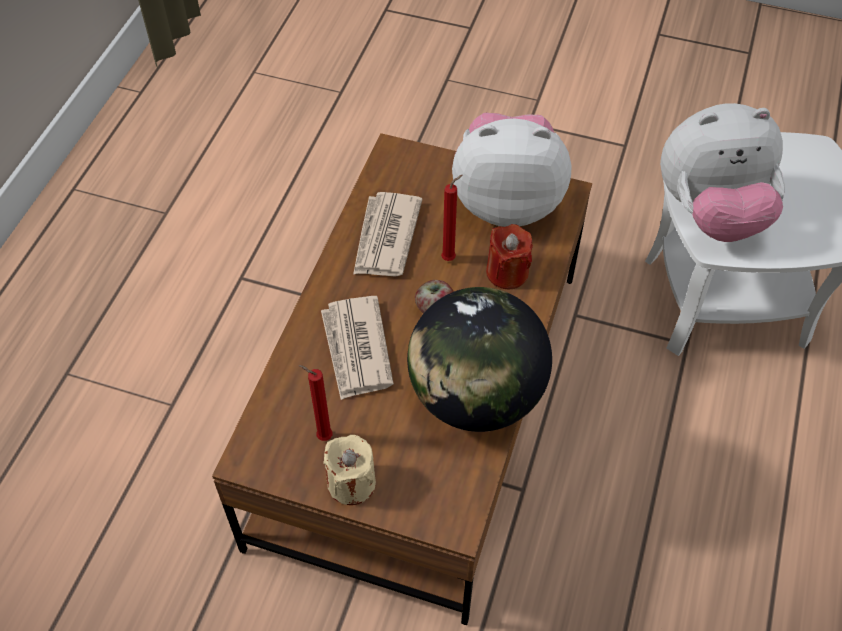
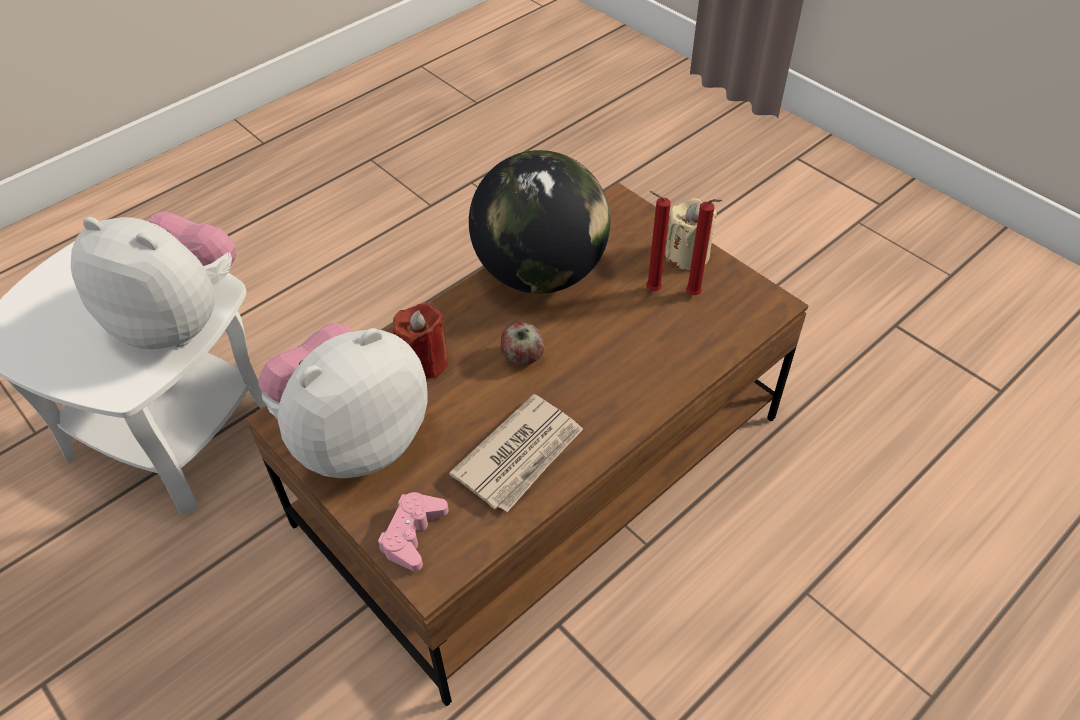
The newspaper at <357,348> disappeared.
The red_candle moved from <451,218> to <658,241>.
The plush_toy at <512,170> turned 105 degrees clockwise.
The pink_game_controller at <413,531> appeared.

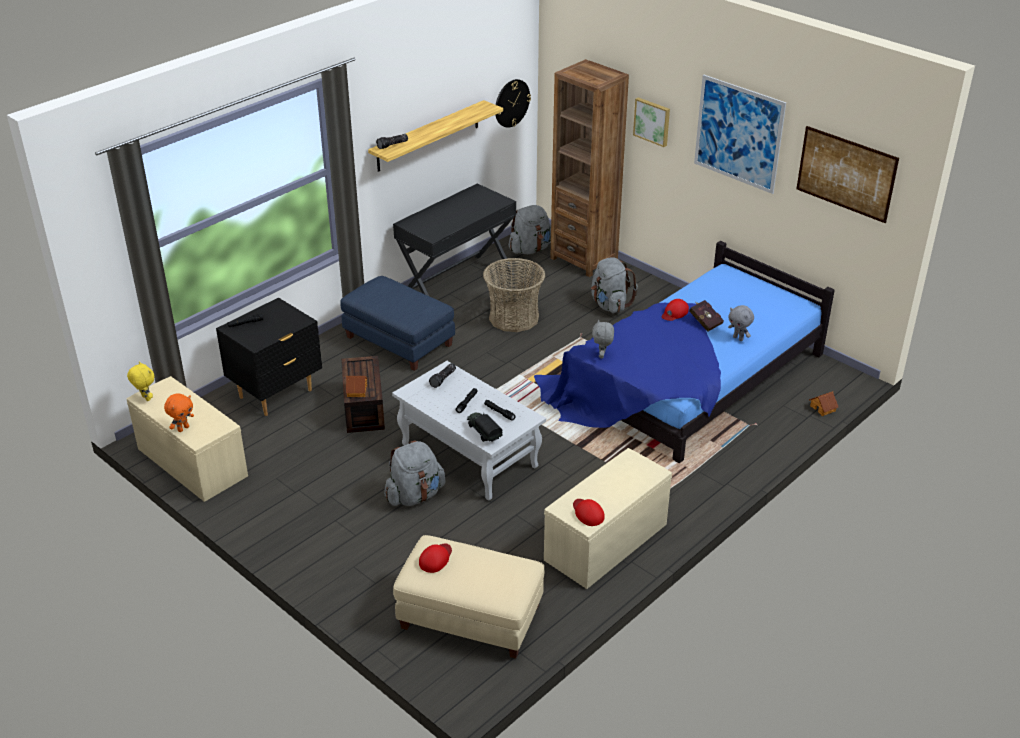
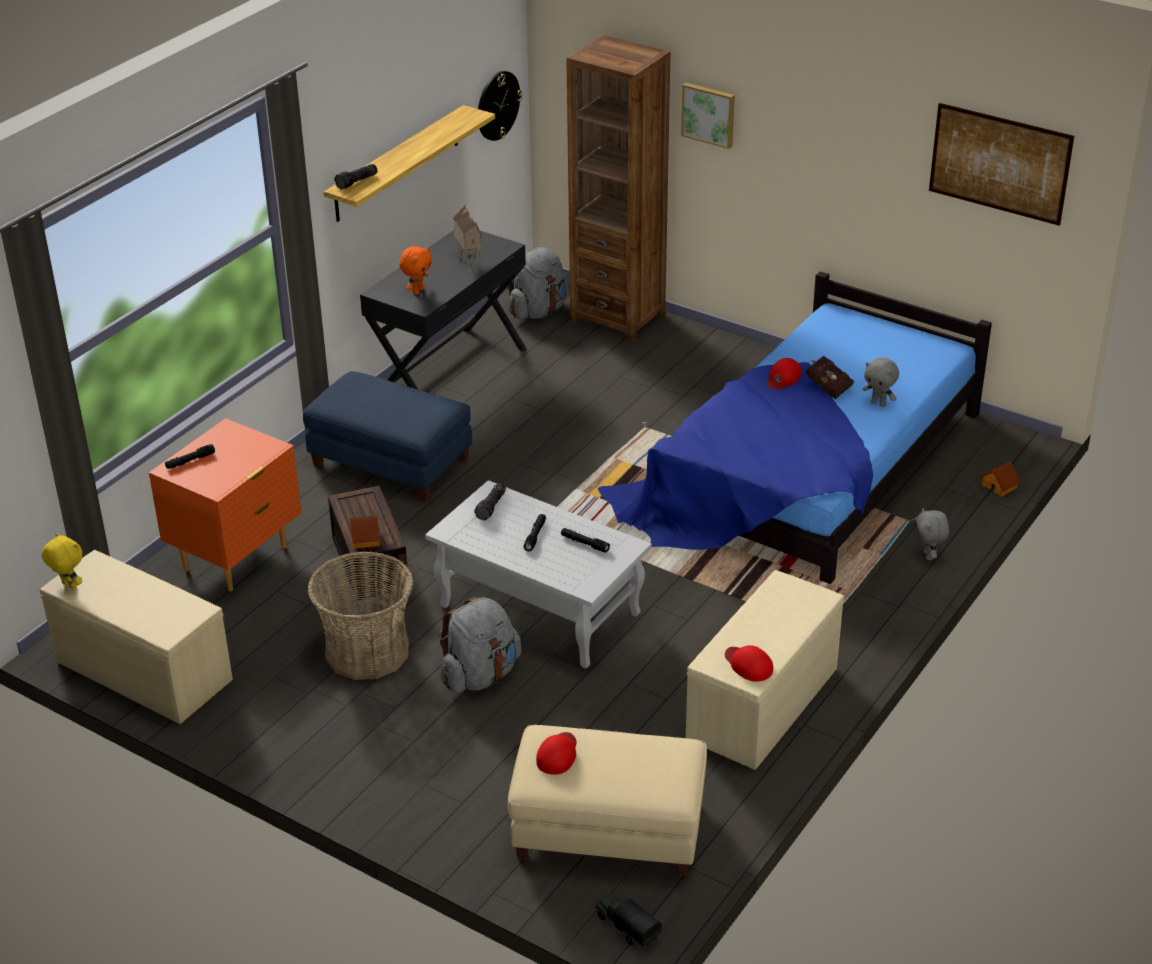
The orange_plush_toy moved from <179,412> to <415,270>.
The black_nightstand at <269,357> became the orange_nightstand at <225,504>.
The toy_truck moved from <484,427> to <628,919>.
The basket moved from <514,295> to <360,615>.
The grey_backpack at <614,285> disappeared.
The grey_plush_toy moved from <603,339> to <932,534>.
The picture at <740,134> disappeared.
The toy_house at <468,238> appeared.

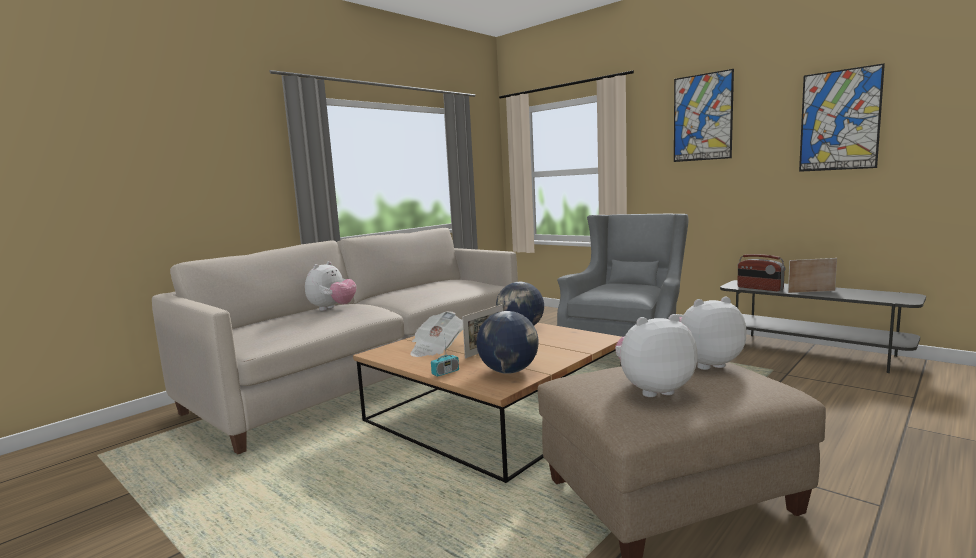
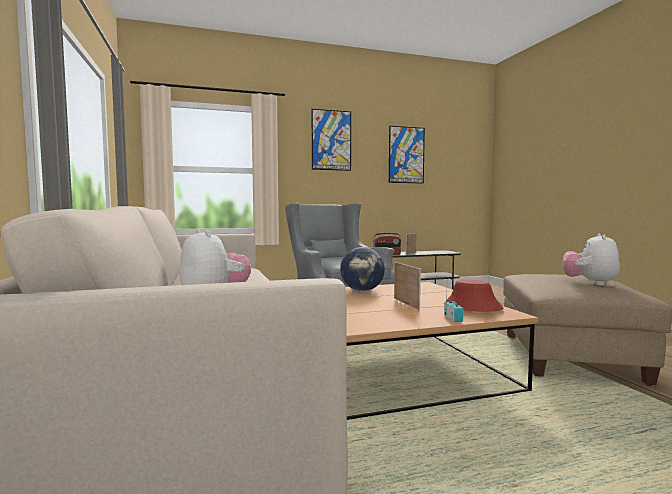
The newspaper at <436,334> disappeared.
The globe at <507,342> was replaced by the red_hat at <474,296>.
The plush_toy at <712,333> disappeared.

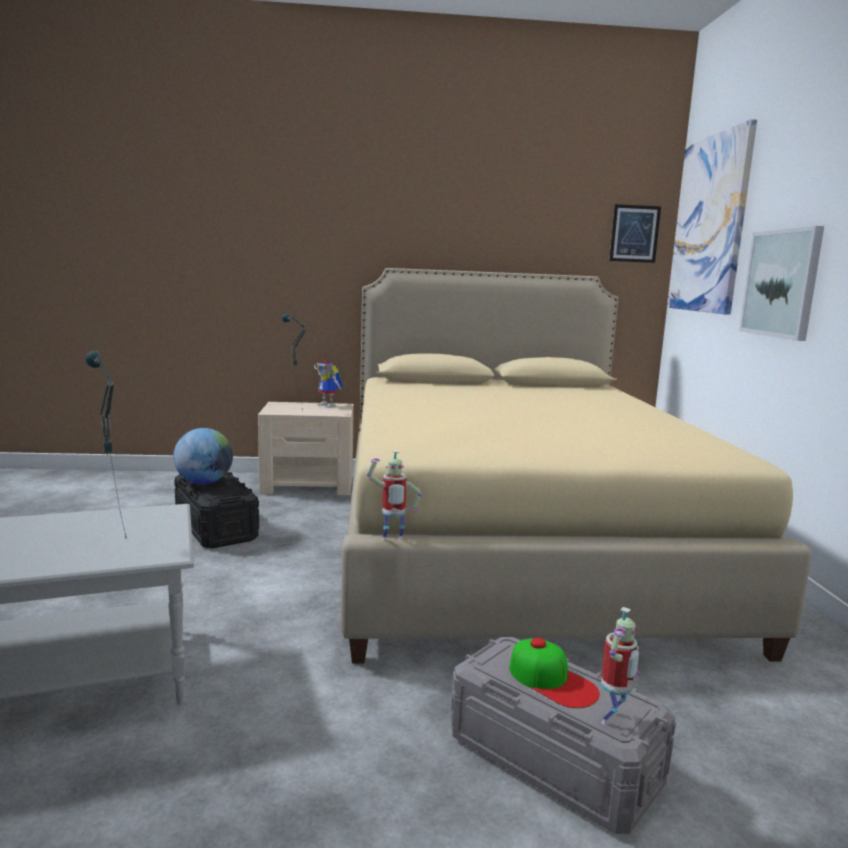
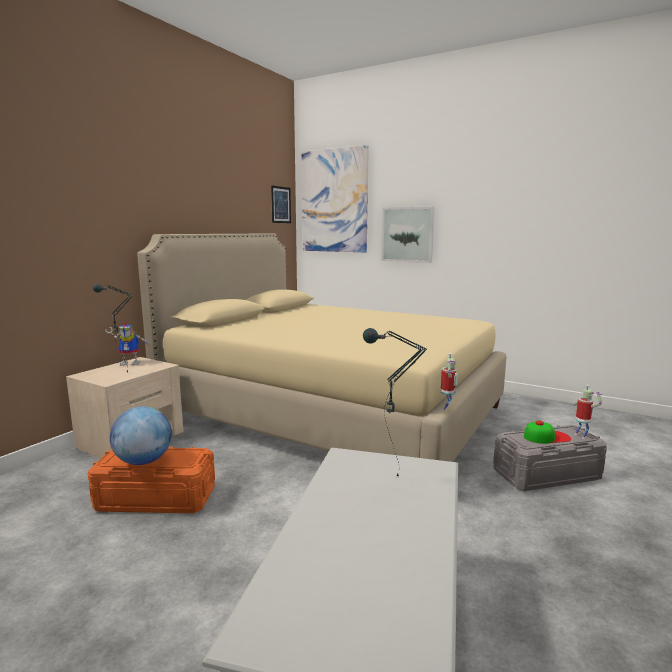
The black_storage_box at <216,510> became the orange_storage_box at <151,479>.

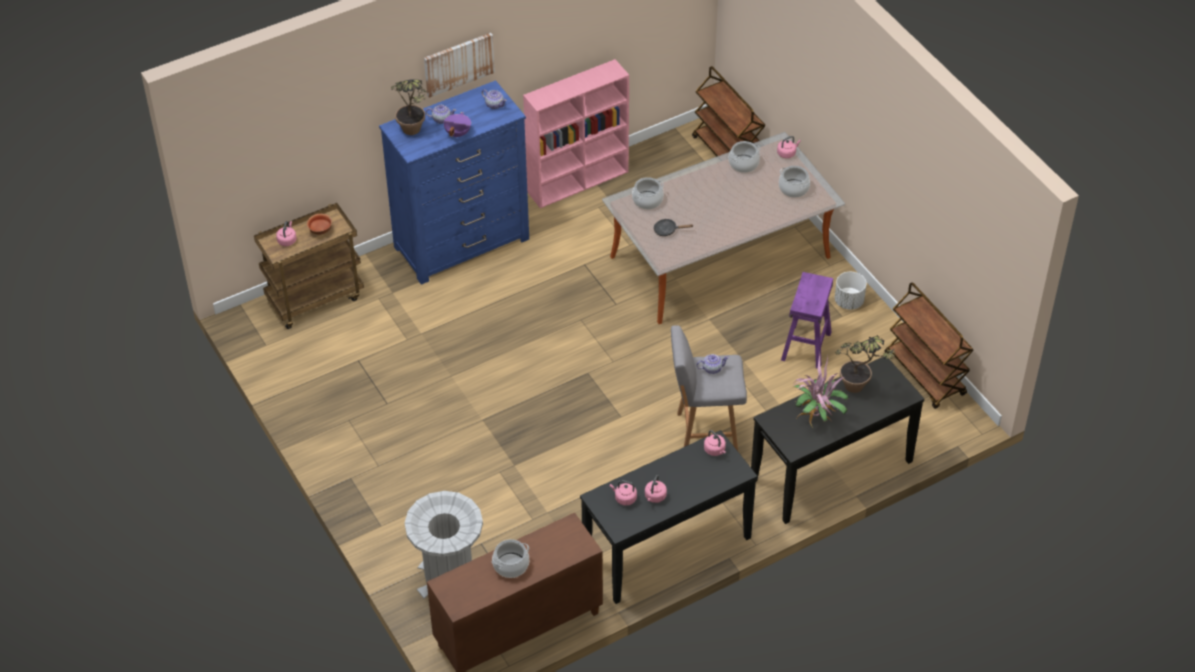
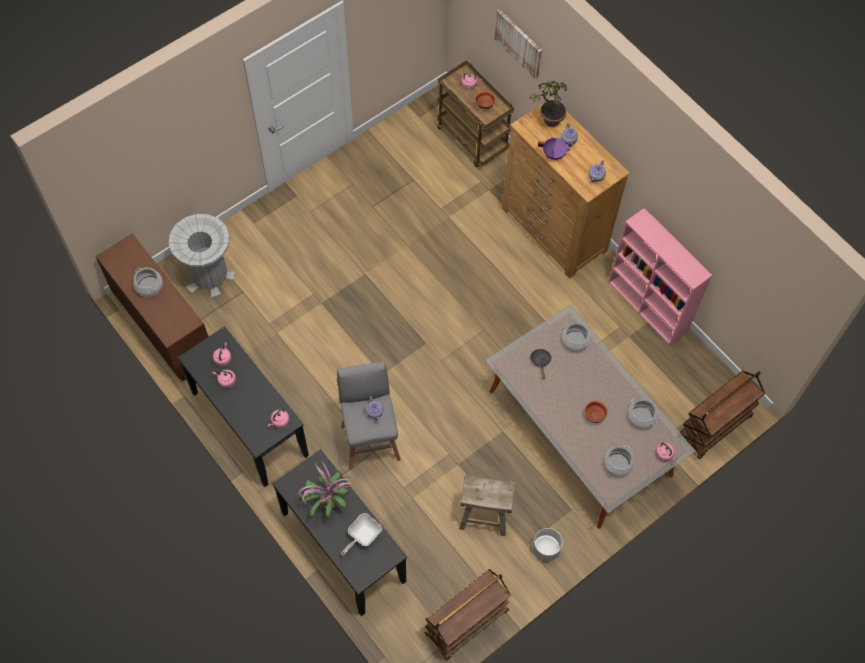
The blue_dresser at <454,182> became the brown_dresser at <566,188>.
The picture moved from <459,65> to <518,44>.
The purple_stool at <807,320> became the beige_stool at <487,505>.
The potted_plant at <865,364> was replaced by the frying_pan at <361,534>.
The bowl at <596,412> appeared.

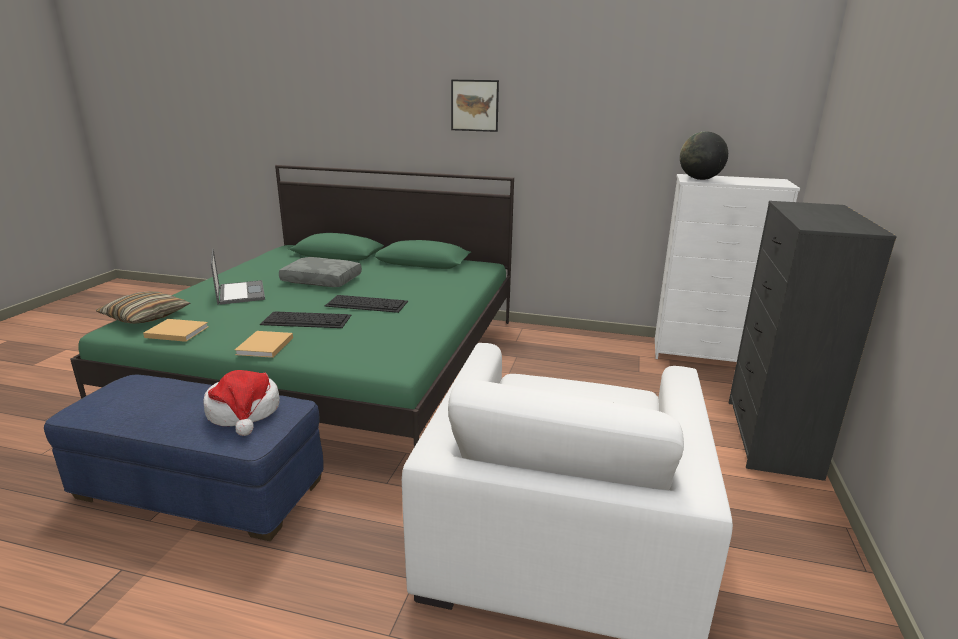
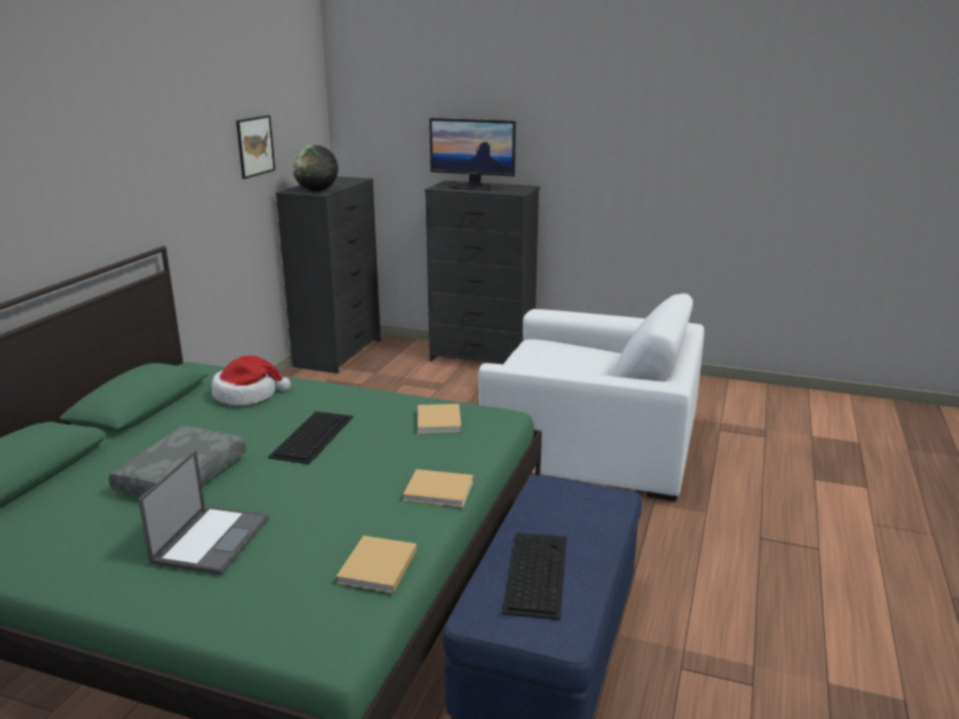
The pillow at <143,307> disappeared.
The hat moved from <241,403> to <251,380>.
The laptop at <238,277> turned 120 degrees clockwise.
The keyboard moved from <306,320> to <534,576>.
The picture moved from <475,106> to <255,147>.
The white_dresser at <727,268> became the black_dresser at <328,275>.
The beige_book at <439,418> appeared.
The monitor at <472,154> appeared.

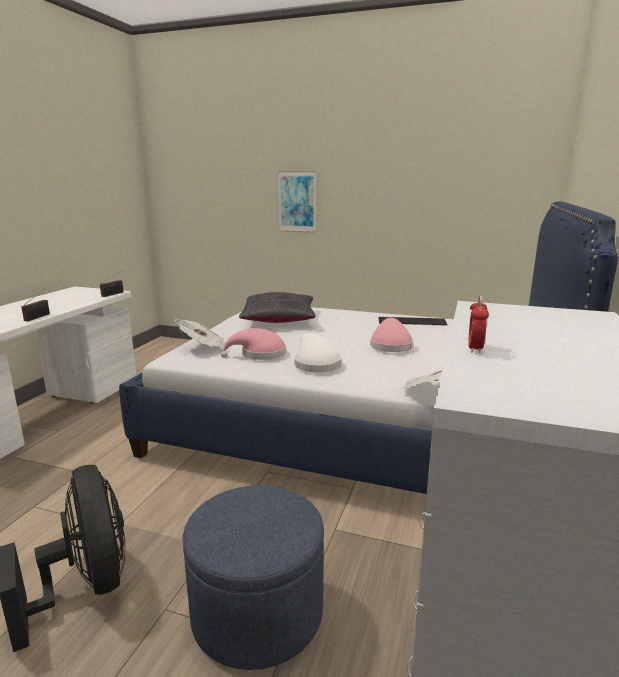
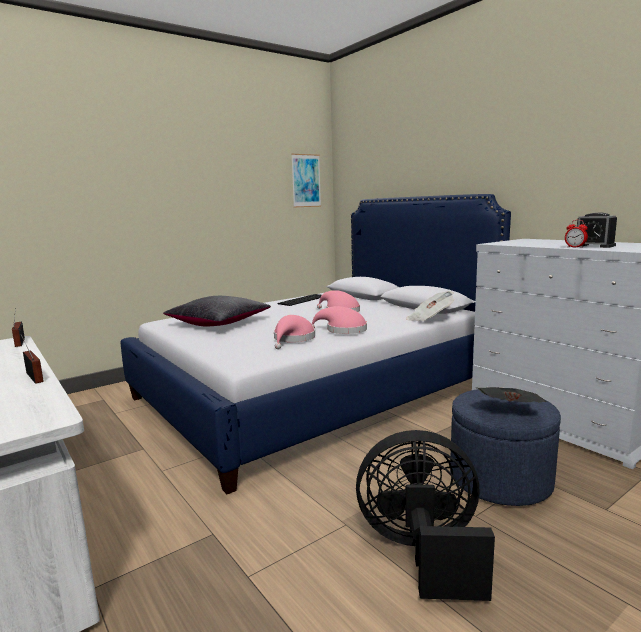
The newspaper moved from <202,334> to <511,395>.
The picture moved from <297,202> to <306,180>.
The white_hat at <318,353> became the pink_hat at <339,320>.
The alarm_clock at <597,230> appeared.

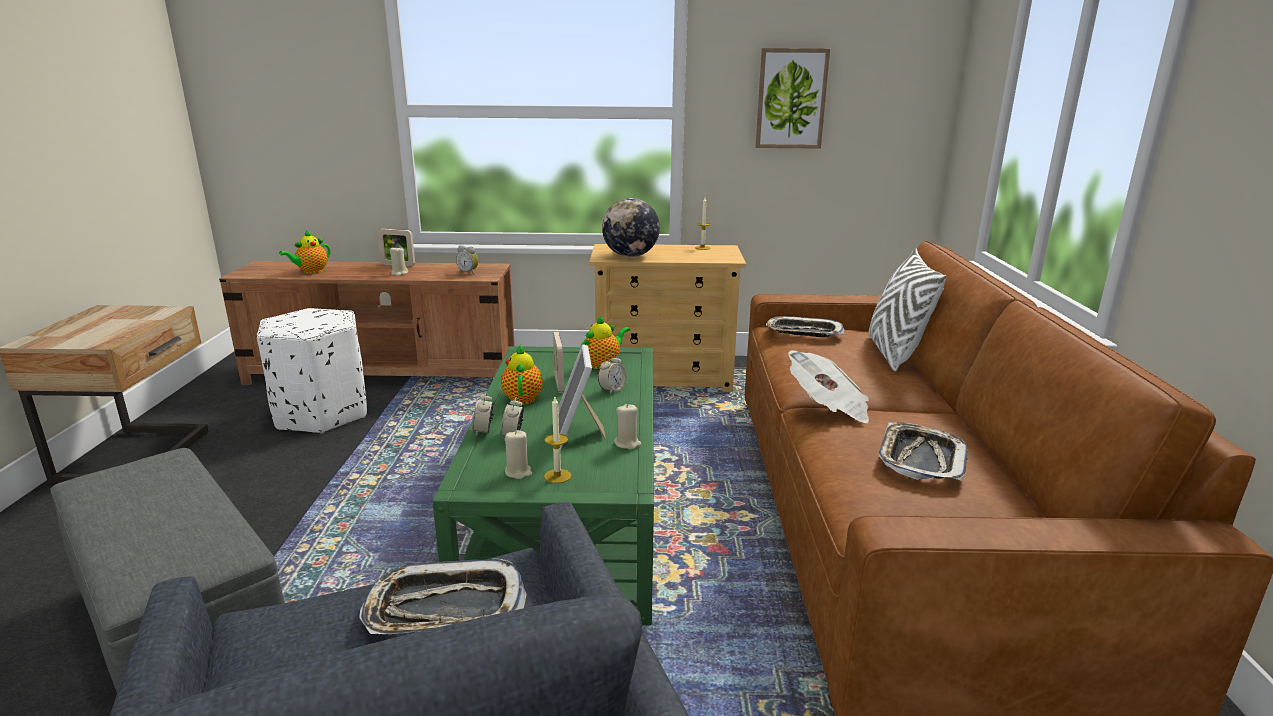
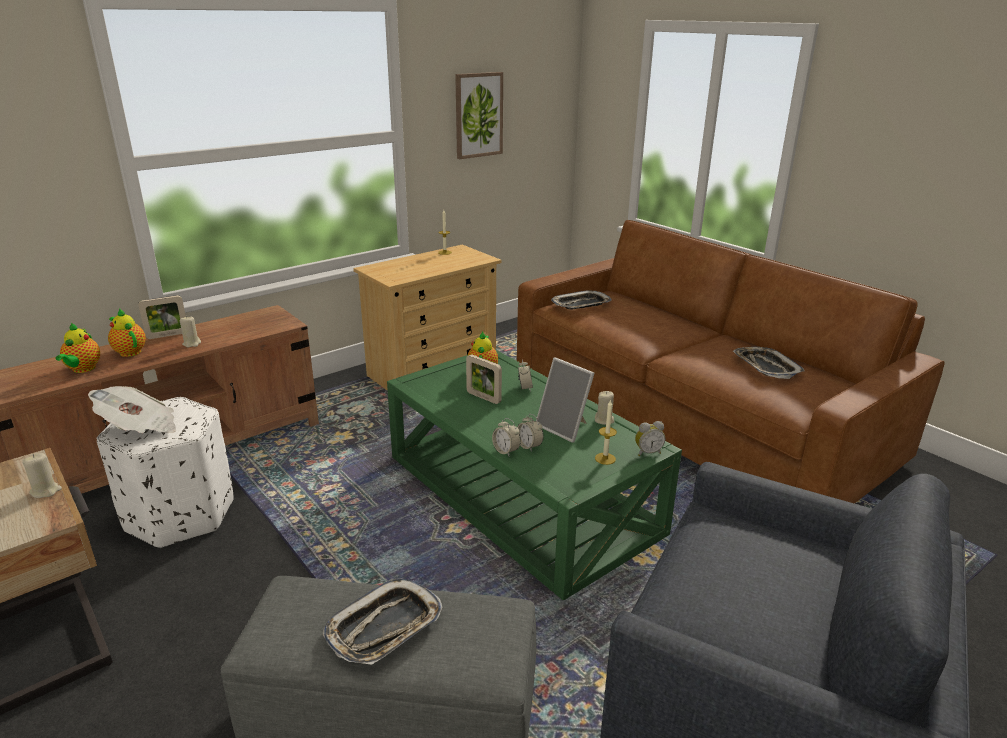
The tray moved from <443,596> to <383,622>.
The alarm_clock moved from <467,260> to <650,438>.
The teapot moved from <522,374> to <127,332>.
The beige_candle moved from <518,454> to <42,475>.
The globe at <631,227> disappeared.
The newspaper moved from <828,386> to <132,409>.
The white_pillow at <908,310> disappeared.

